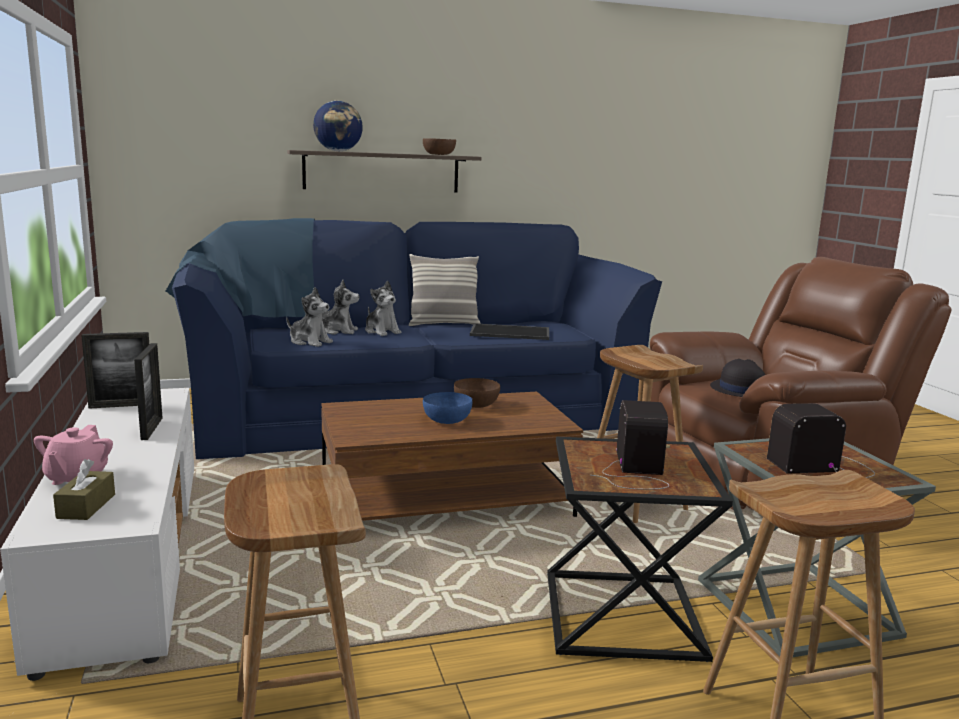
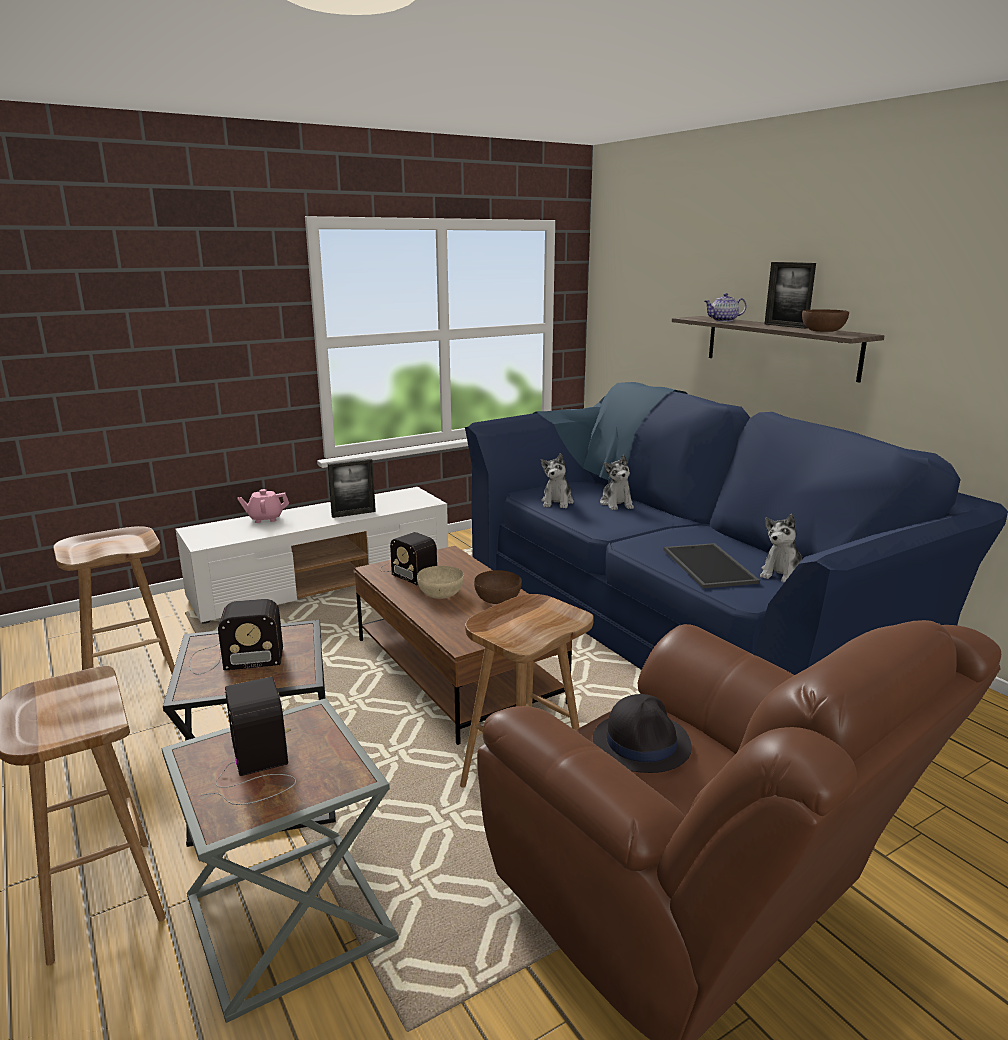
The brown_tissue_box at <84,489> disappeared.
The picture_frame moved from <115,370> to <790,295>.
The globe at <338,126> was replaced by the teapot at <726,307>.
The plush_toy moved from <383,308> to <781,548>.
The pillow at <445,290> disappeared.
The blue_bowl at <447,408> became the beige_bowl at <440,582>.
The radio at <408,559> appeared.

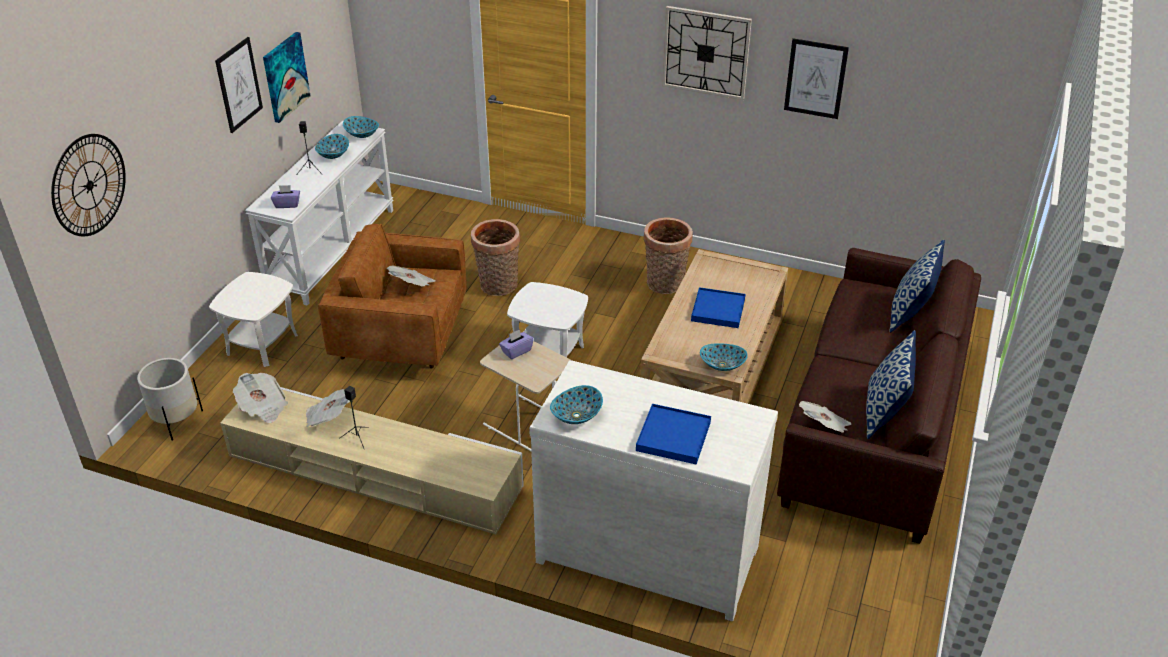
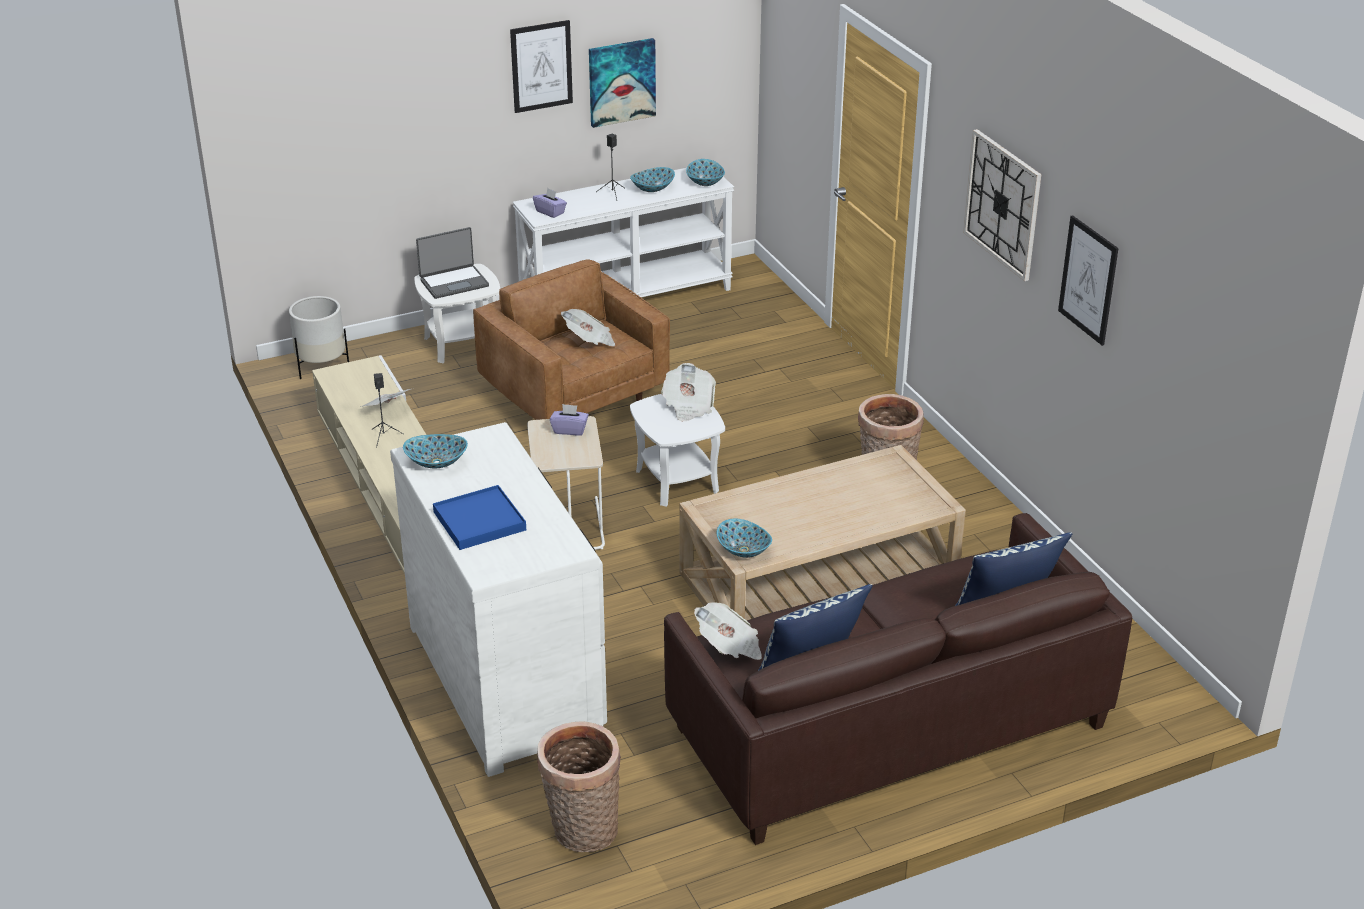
The wall_clock at <88,185> disappeared.
The newspaper moved from <260,398> to <688,392>.
The basket moved from <495,257> to <579,786>.
The blue_tray at <718,307> disappeared.
The laptop at <452,263> appeared.

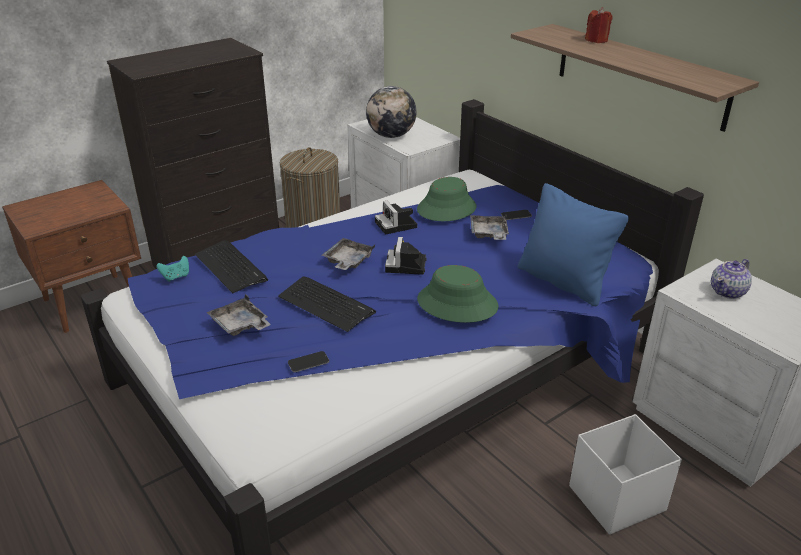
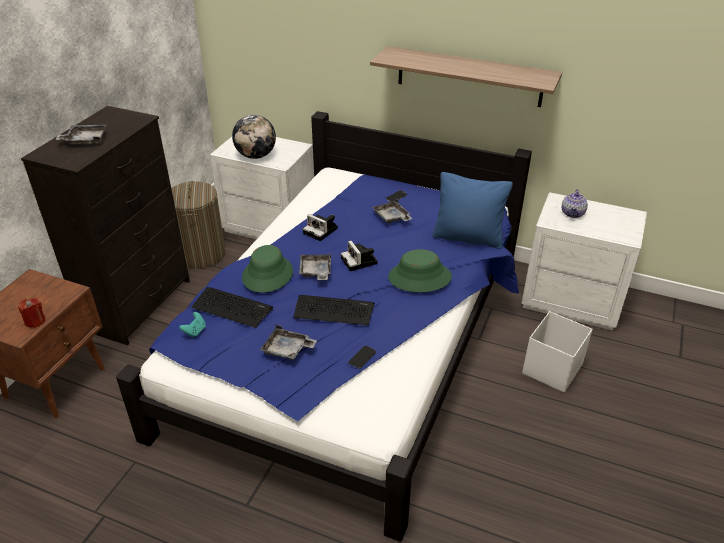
The green_hat moved from <446,199> to <267,269>.
The red_candle moved from <599,25> to <31,313>.
The grey_tray at <80,134> appeared.

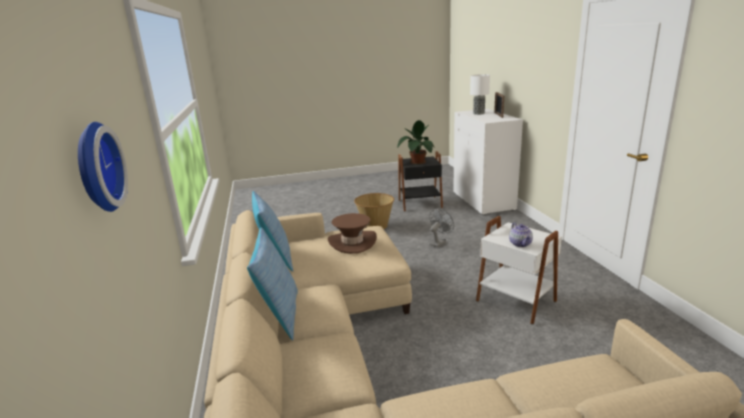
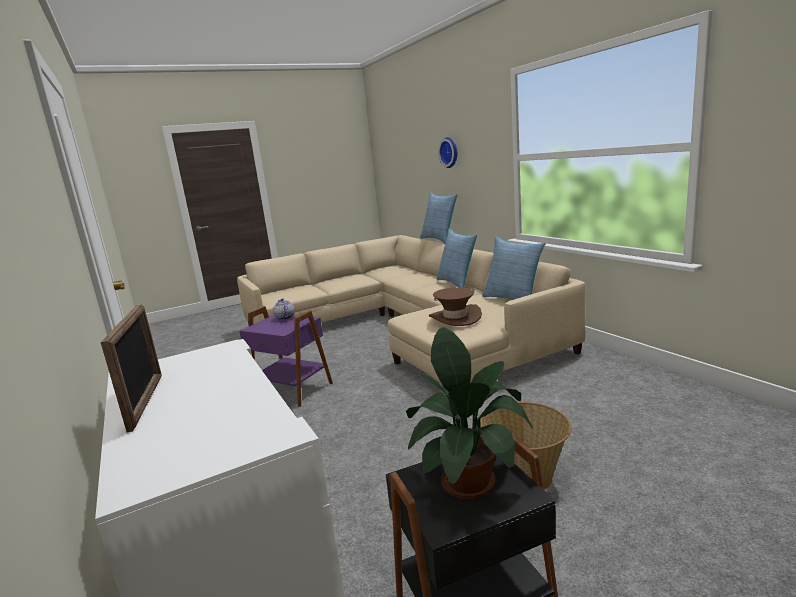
The grey_fan at <441,228> disappeared.
The table_lamp at <480,94> disappeared.
The white_side_table at <519,270> became the purple_side_table at <286,356>.
The pillow at <439,218> appeared.

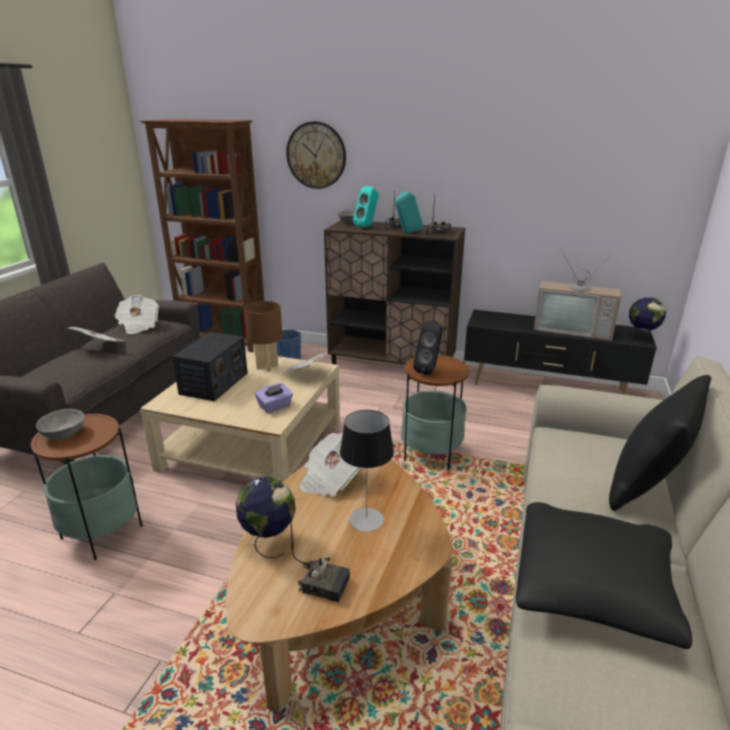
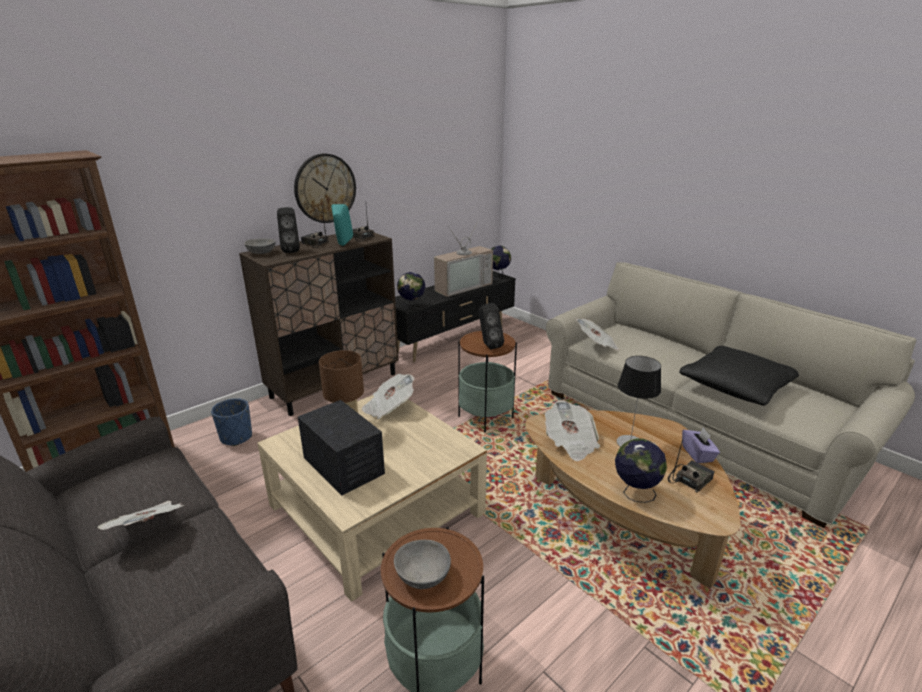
The newspaper moved from <137,314> to <597,334>.
The purple_tissue_box moved from <274,398> to <701,445>.
The wall_clock moved from <316,155> to <325,188>.
The turquoise_speaker at <366,206> became the black_speaker at <288,230>.
The black_pillow at <660,443> disappeared.
The globe at <411,290> appeared.

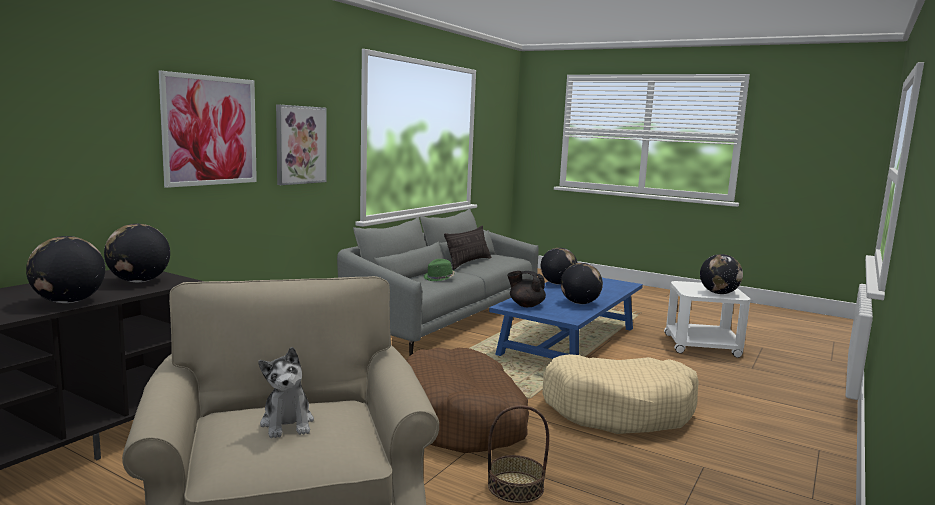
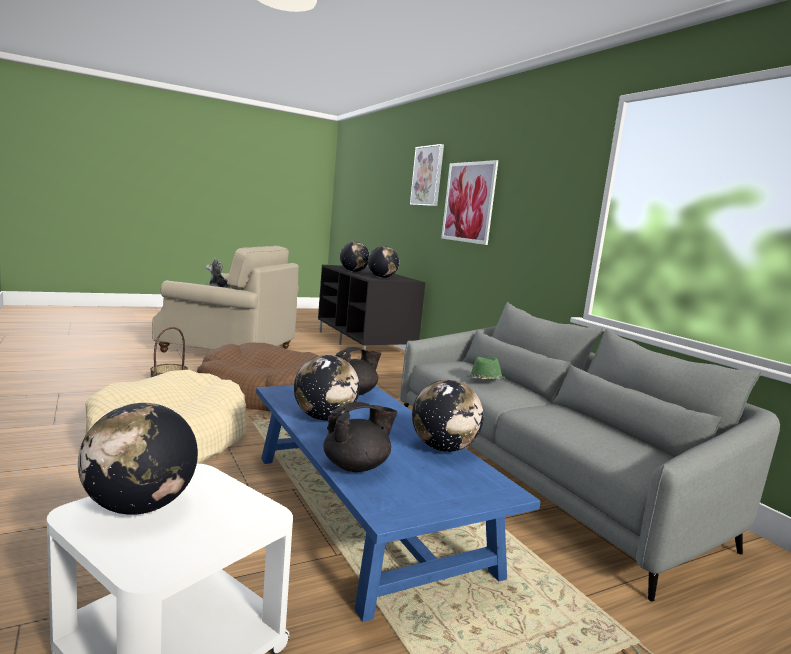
The picture moved from <301,144> to <427,175>.
The pillow at <468,247> disappeared.
The black_teapot at <360,437> appeared.

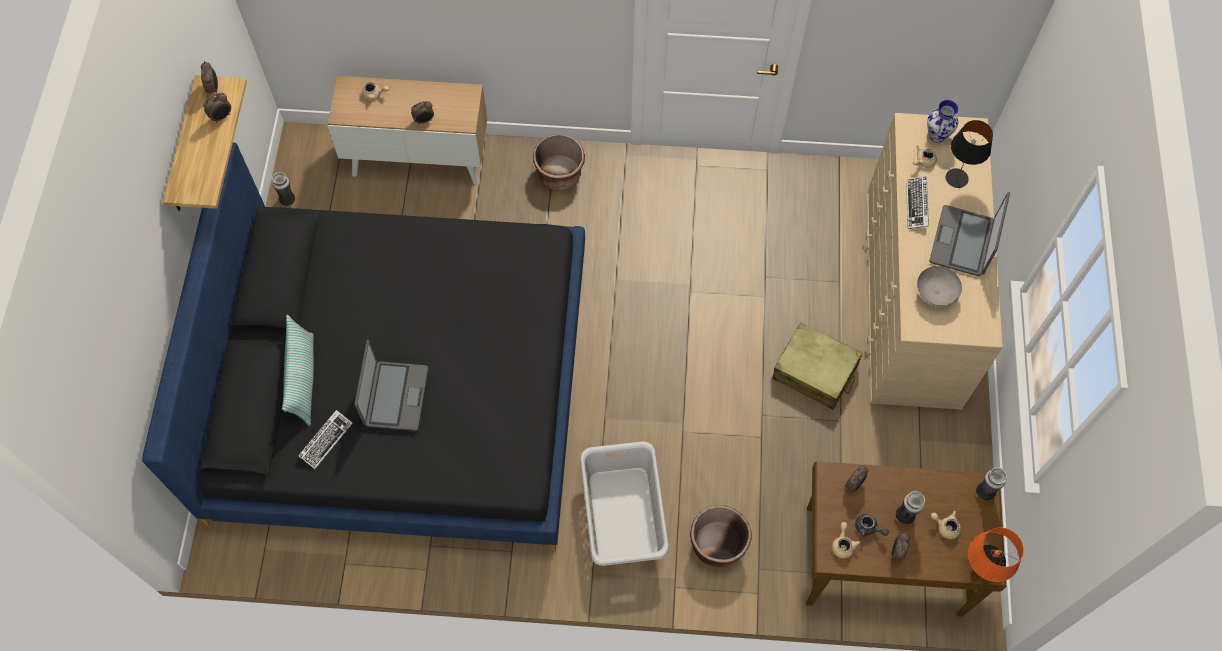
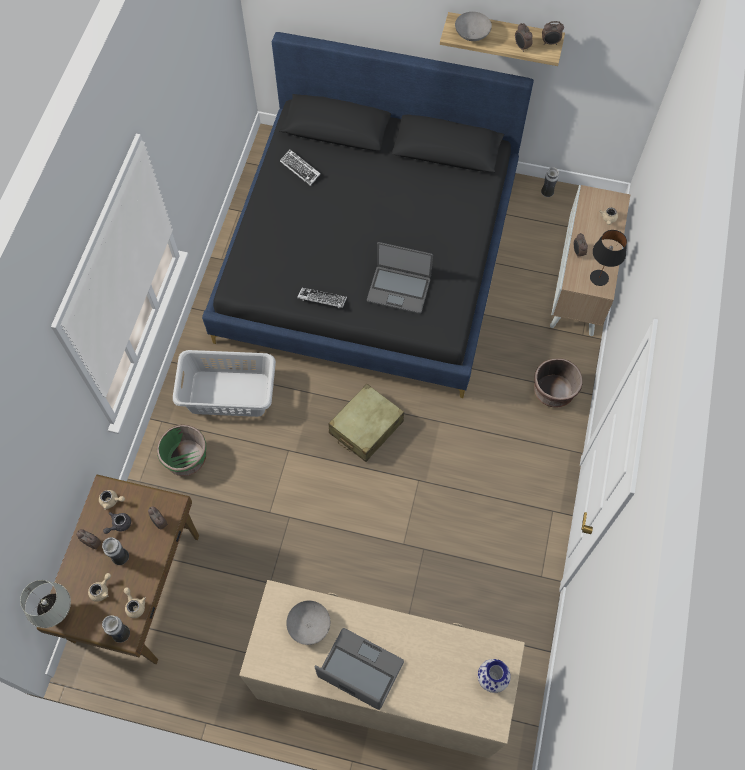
The pillow at <298,370> disappeared.
The laptop moved from <391,385> to <400,278>.
The brown_planter at <721,536> became the green_planter at <181,450>.
The beige_suitcase moved from <817,366> to <366,423>.
The keyboard moved from <917,203> to <322,297>.
The beige_teapot moved from <925,157> to <135,602>.
The black_table_lamp moved from <969,154> to <608,258>.
The orange_table_lamp at <996,555> became the white_table_lamp at <45,604>.
The grey_bowl at <473,26> appeared.

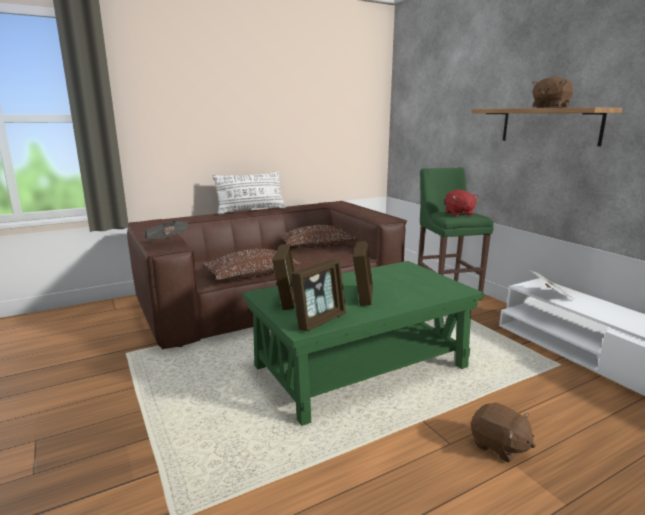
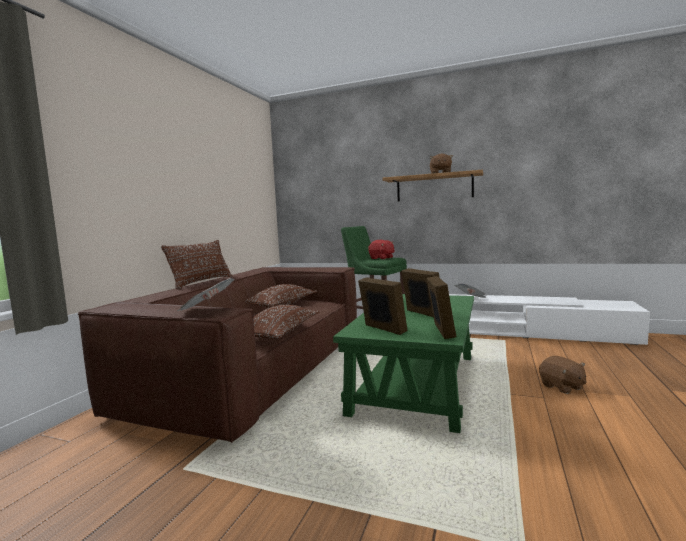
The white_pillow at <249,193> became the brown_pillow at <196,264>.
The brown_plush_toy at <503,432> turned 60 degrees clockwise.

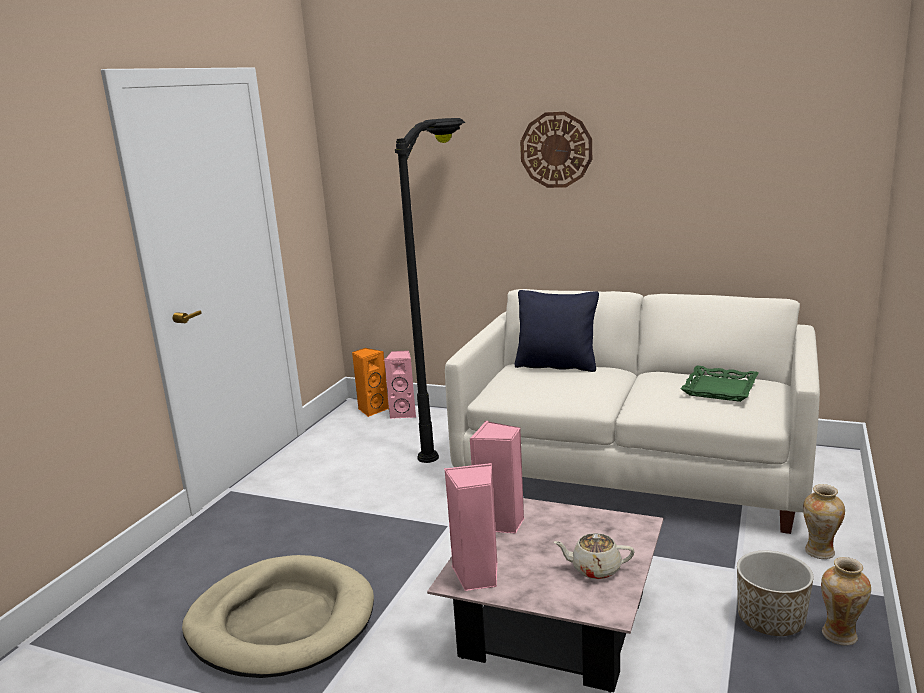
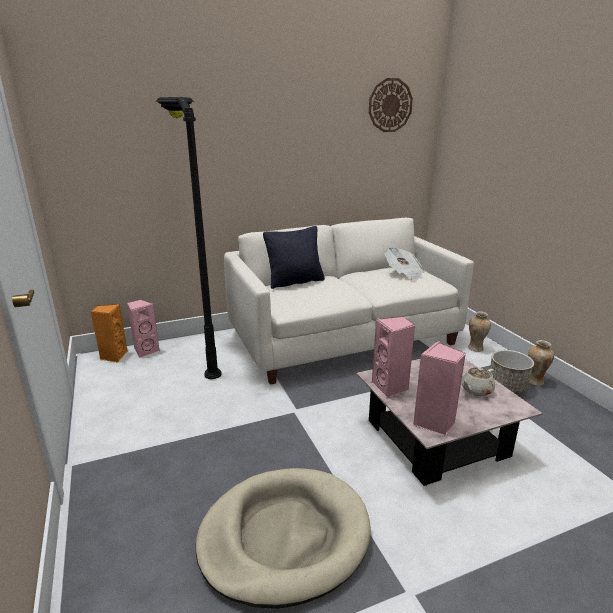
The wall_clock moved from <556,150> to <391,105>.
The green_tray at <719,383> was replaced by the newspaper at <405,264>.

